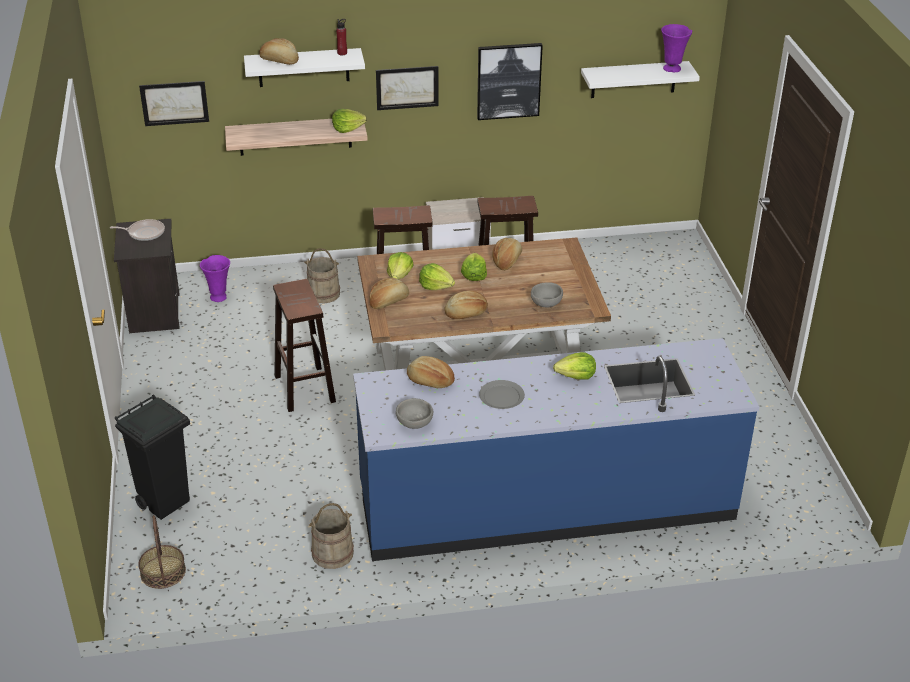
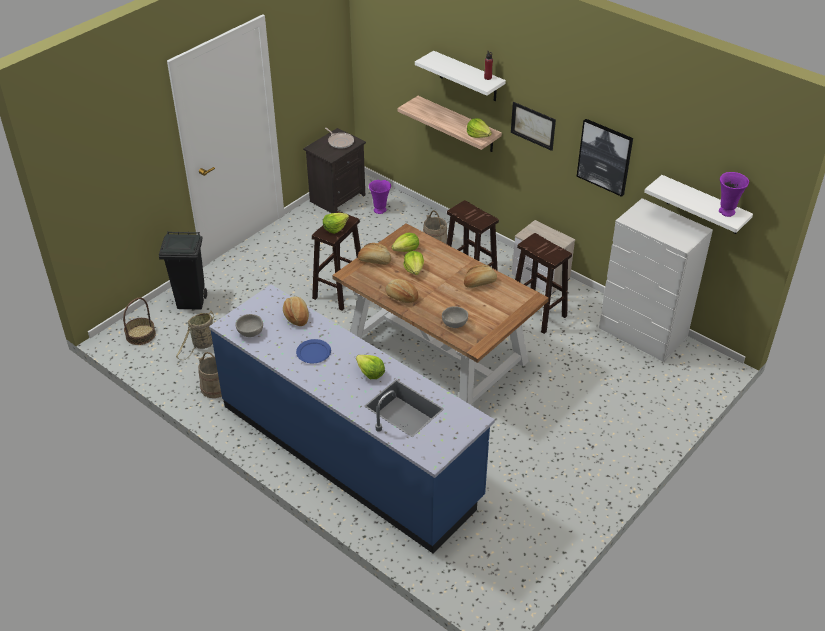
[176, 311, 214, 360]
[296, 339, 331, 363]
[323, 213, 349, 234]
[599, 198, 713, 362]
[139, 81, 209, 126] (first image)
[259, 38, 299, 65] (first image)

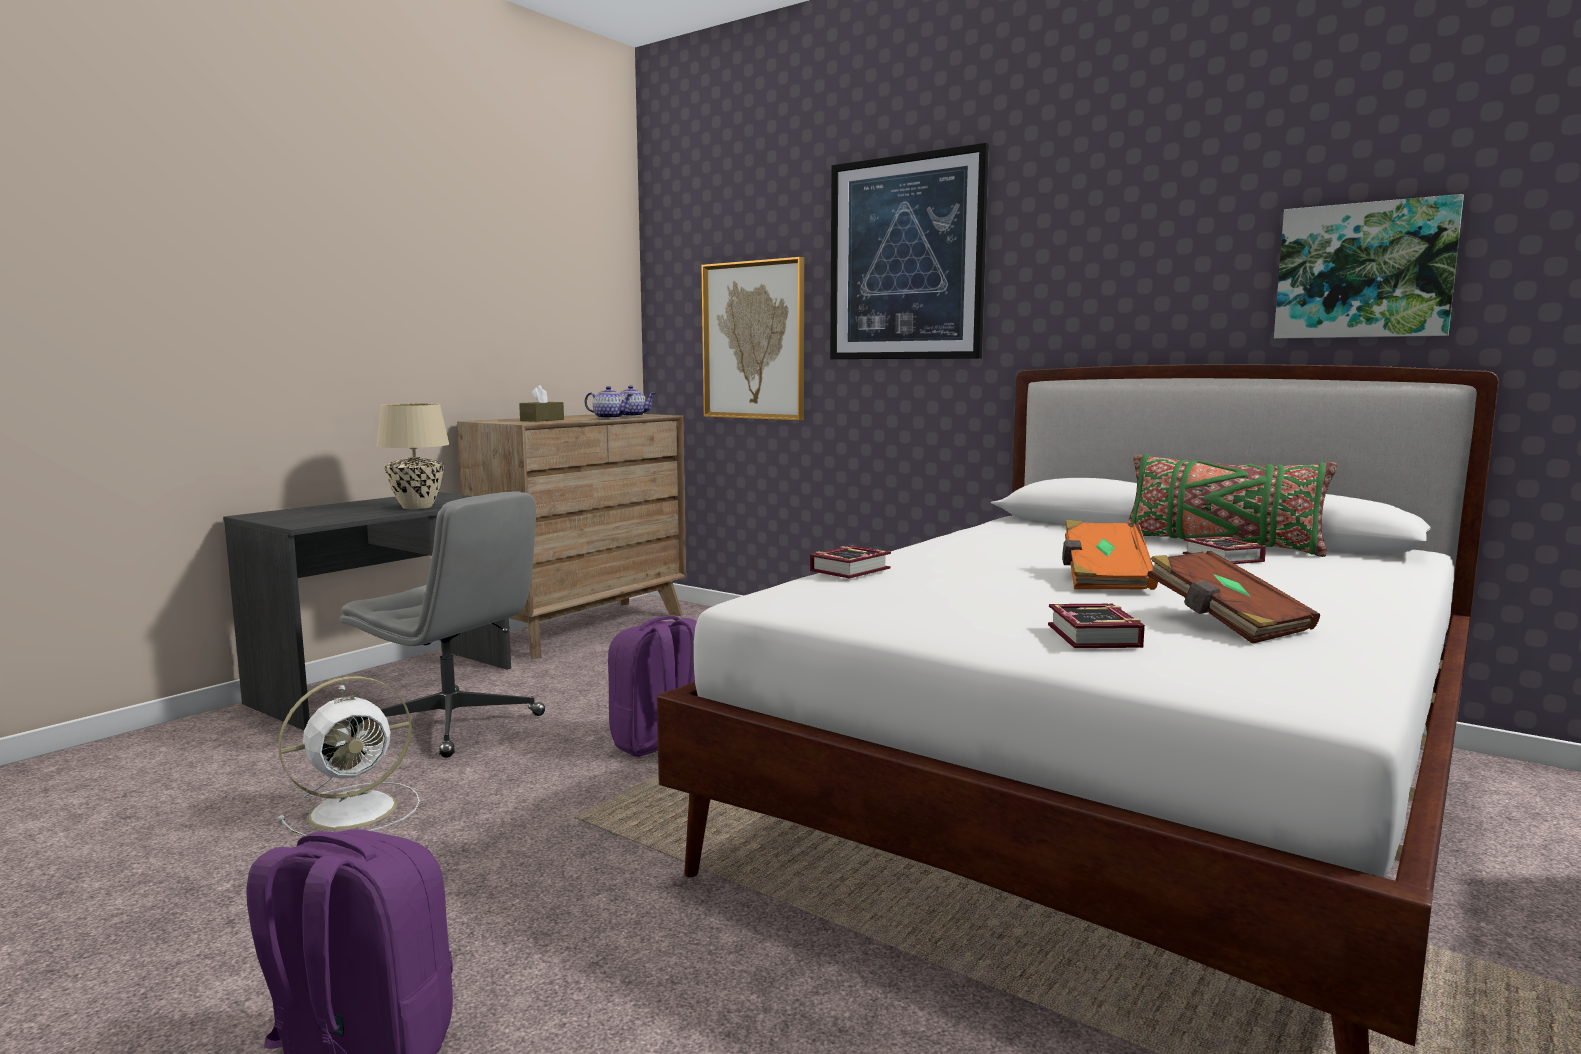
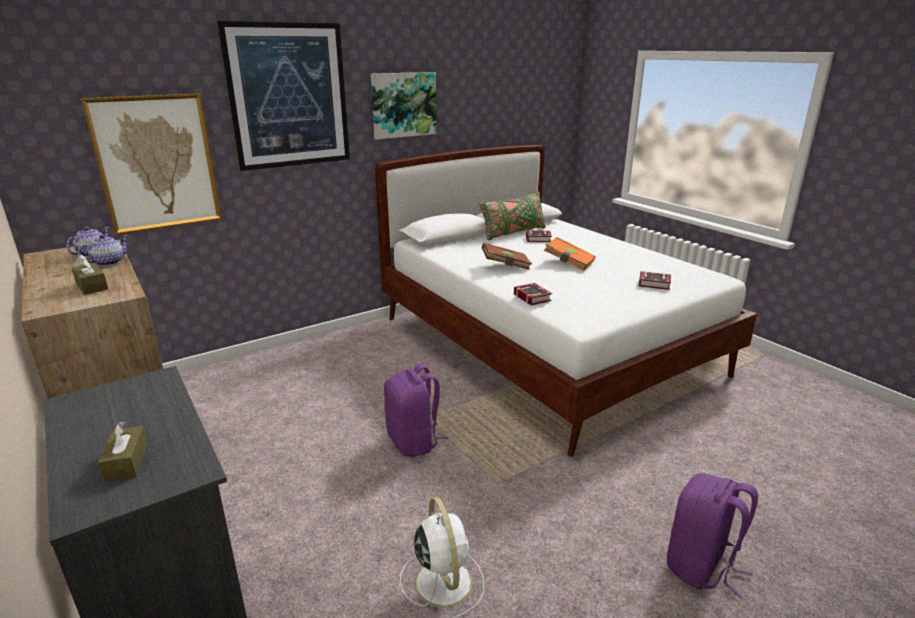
[98, 422, 147, 482]
[371, 72, 437, 139]
[482, 243, 532, 270]
[340, 491, 546, 758] (first image)
[376, 403, 450, 509] (first image)

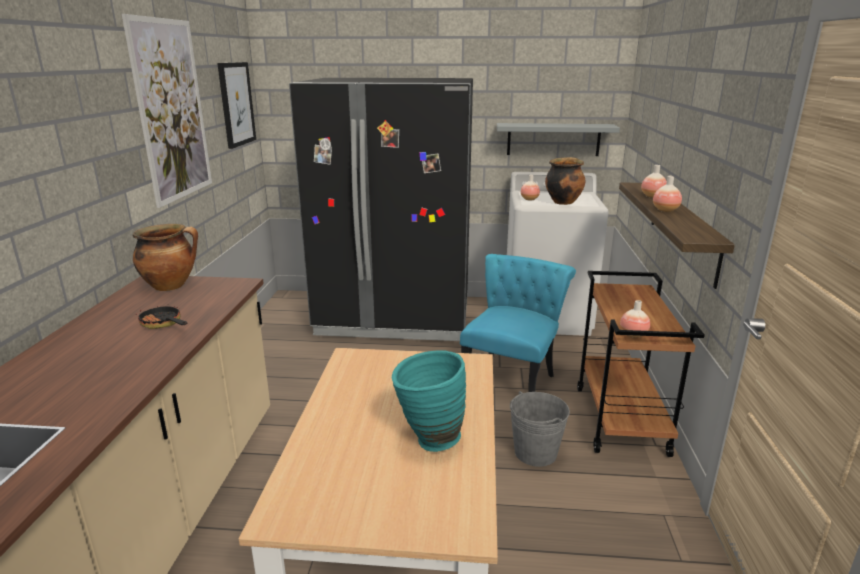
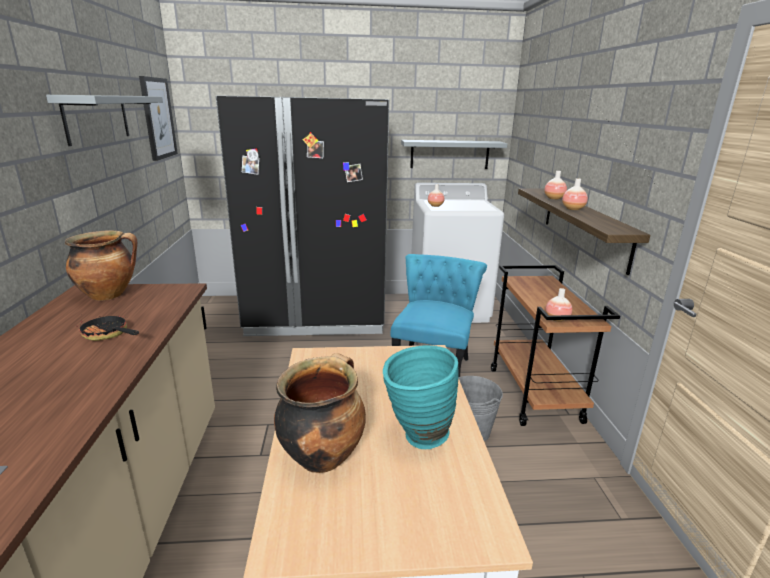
[46, 95, 163, 146]
[274, 353, 366, 473]

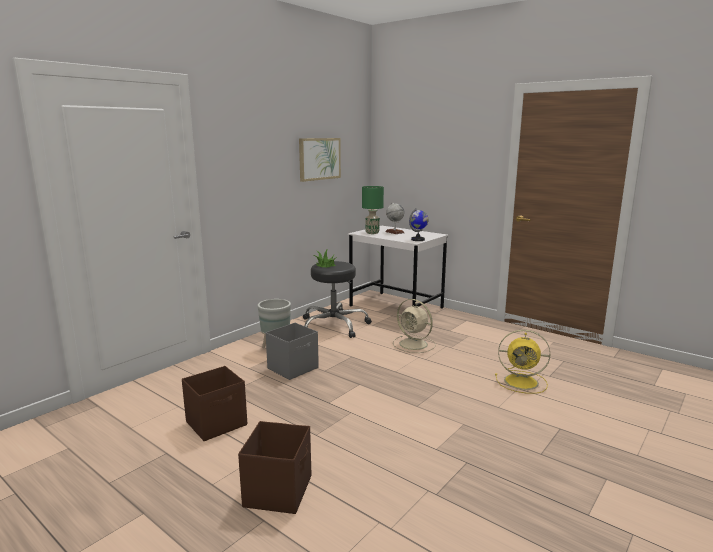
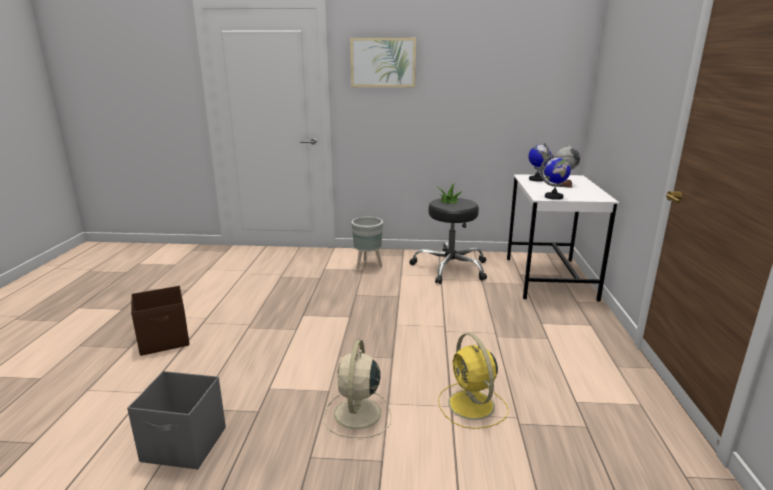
[127, 371, 226, 469]
[324, 340, 392, 438]
[350, 38, 416, 87]
[528, 143, 552, 182]
[182, 366, 247, 441] (first image)

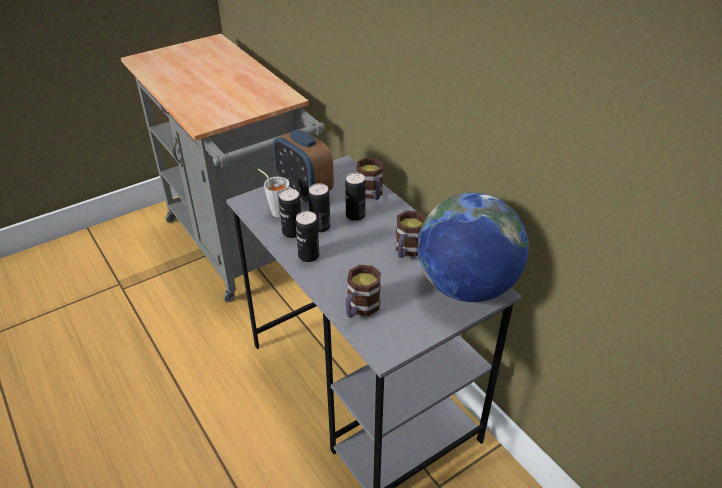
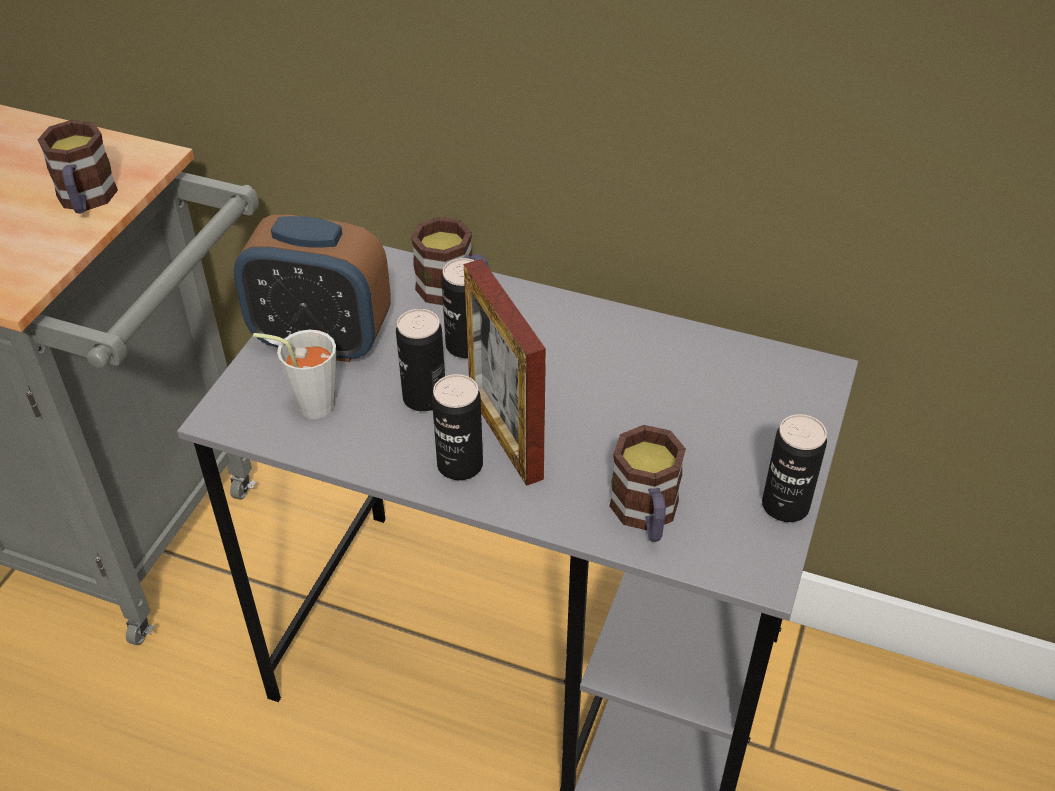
[37, 120, 118, 214]
[464, 259, 546, 486]
[762, 414, 827, 522]
[417, 193, 529, 302] (first image)

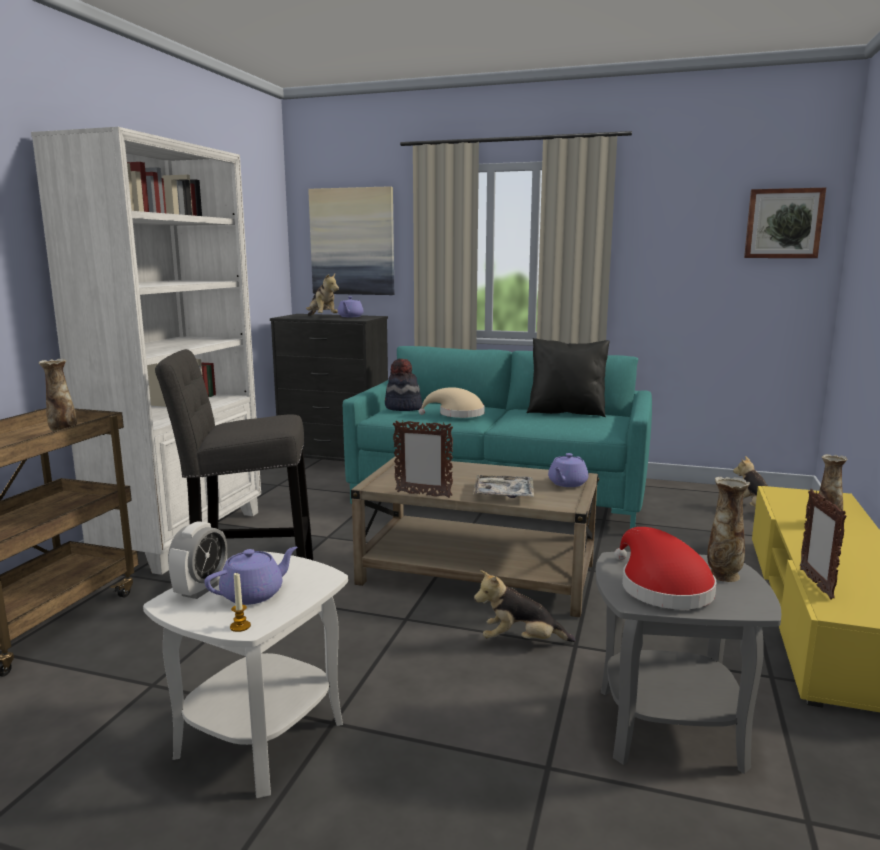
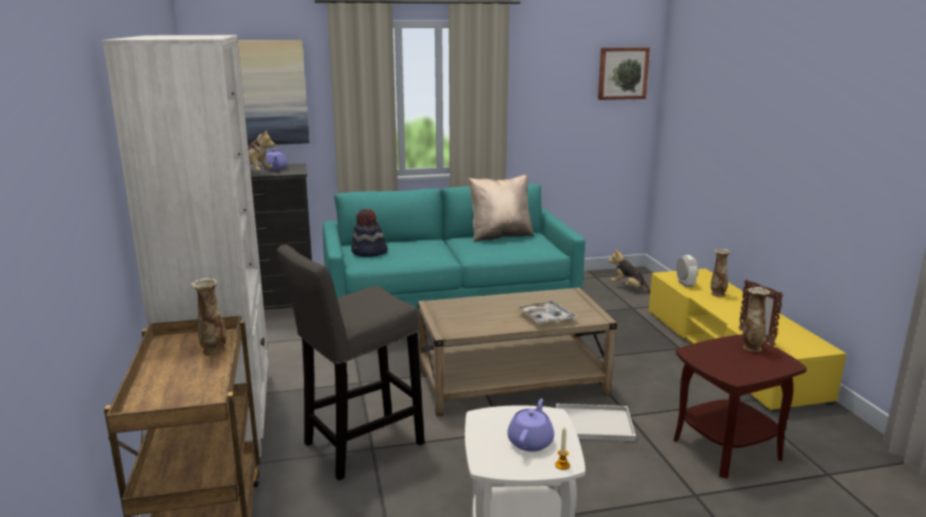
[469, 175, 534, 242]
[556, 403, 636, 441]
[674, 335, 807, 479]
[676, 255, 698, 287]
[393, 420, 453, 498] (first image)
[418, 387, 485, 418] (first image)
[548, 453, 588, 487] (first image)
[614, 527, 717, 609] (first image)

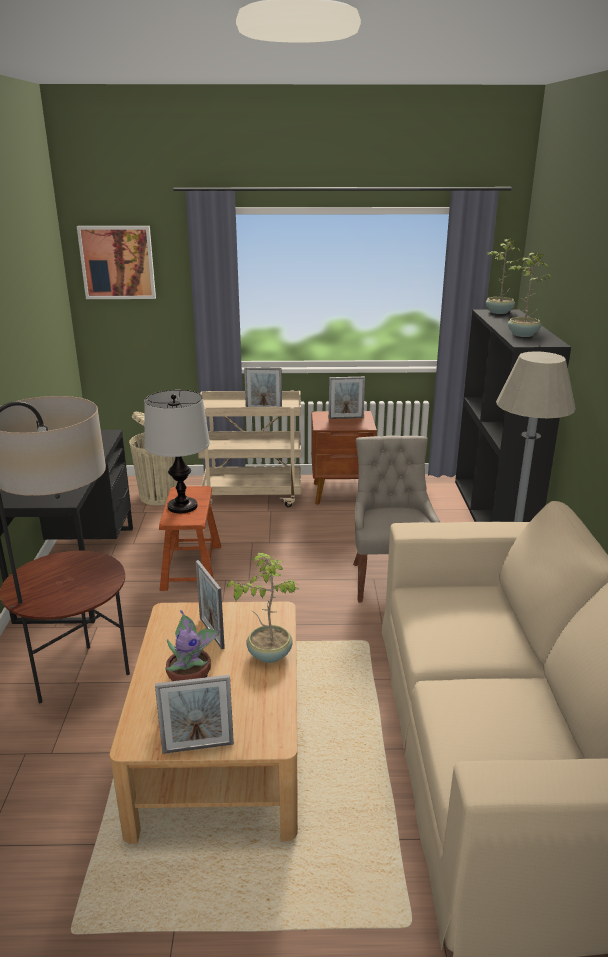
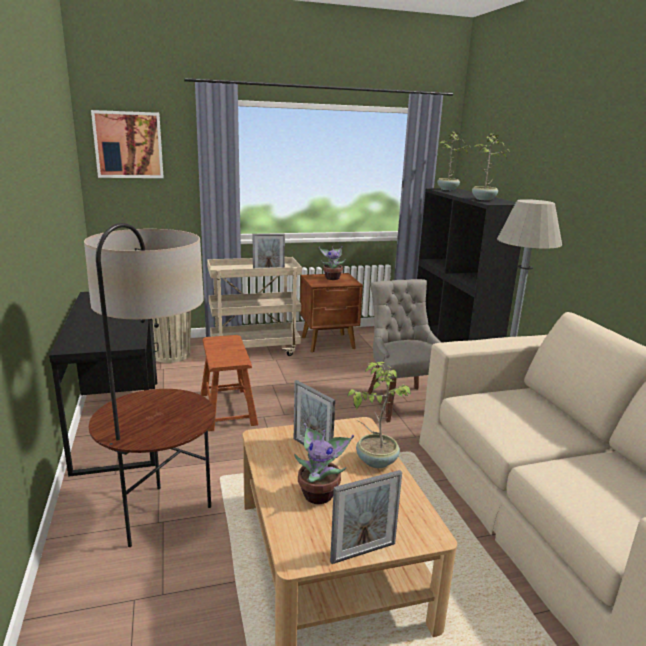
[319, 245, 345, 280]
[144, 390, 210, 513] (first image)

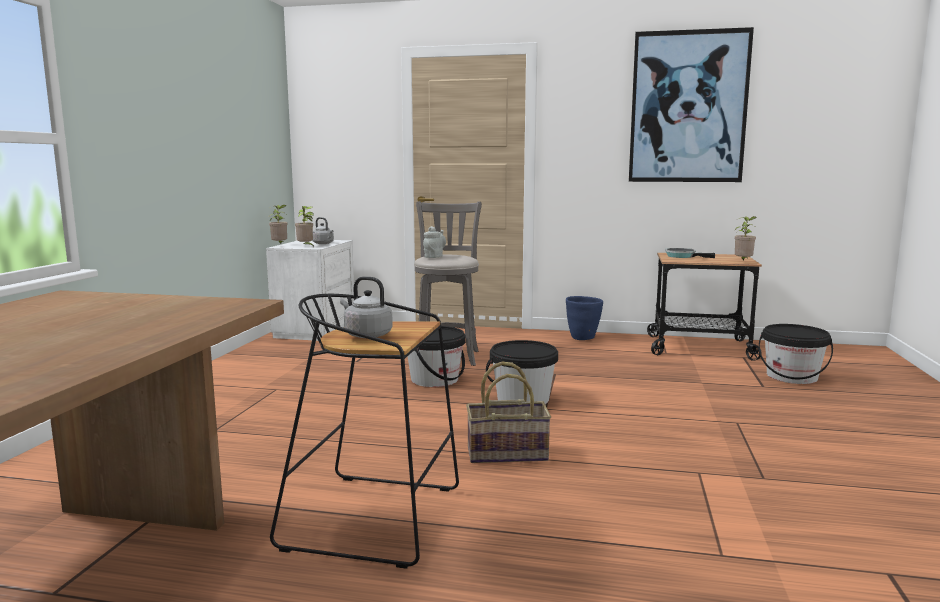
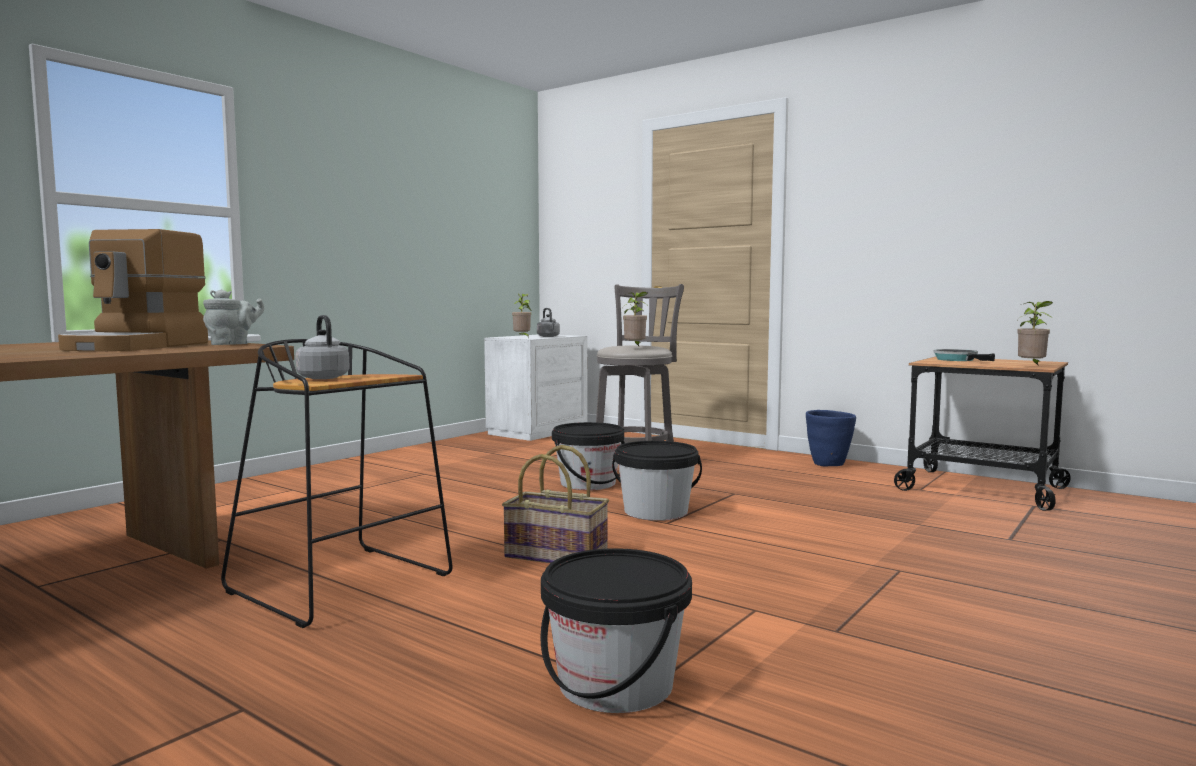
[58, 229, 208, 351]
[203, 289, 264, 345]
[541, 548, 692, 713]
[623, 292, 647, 346]
[629, 27, 754, 182] (first image)

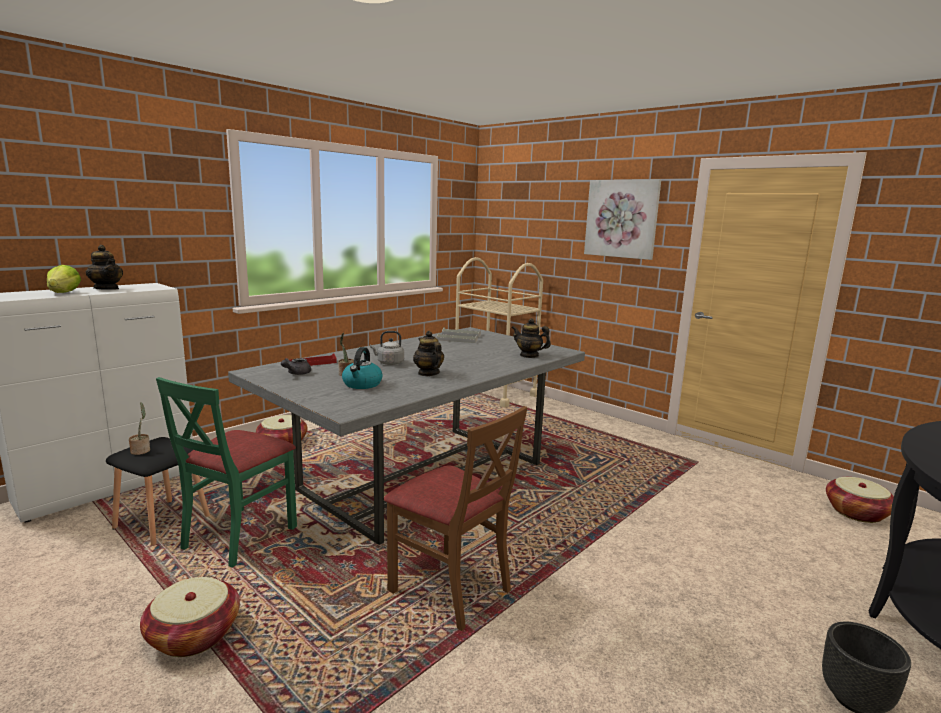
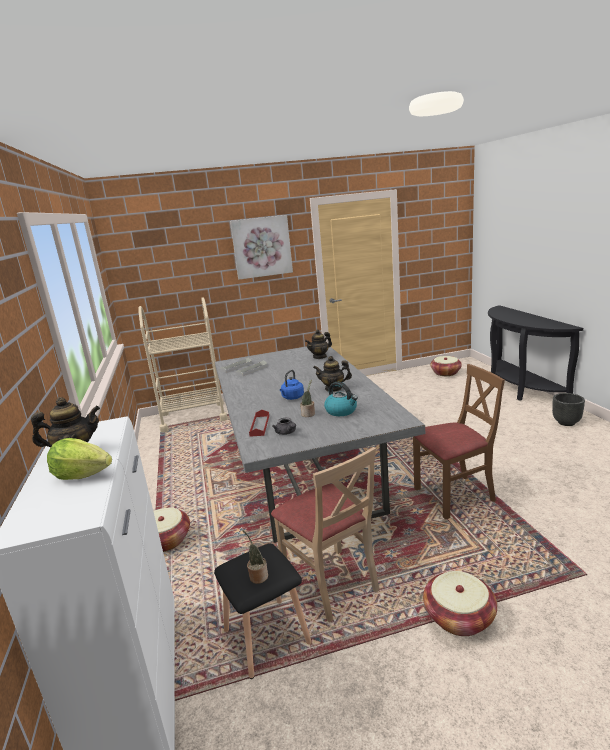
[271, 447, 379, 622]
[280, 370, 304, 400]

